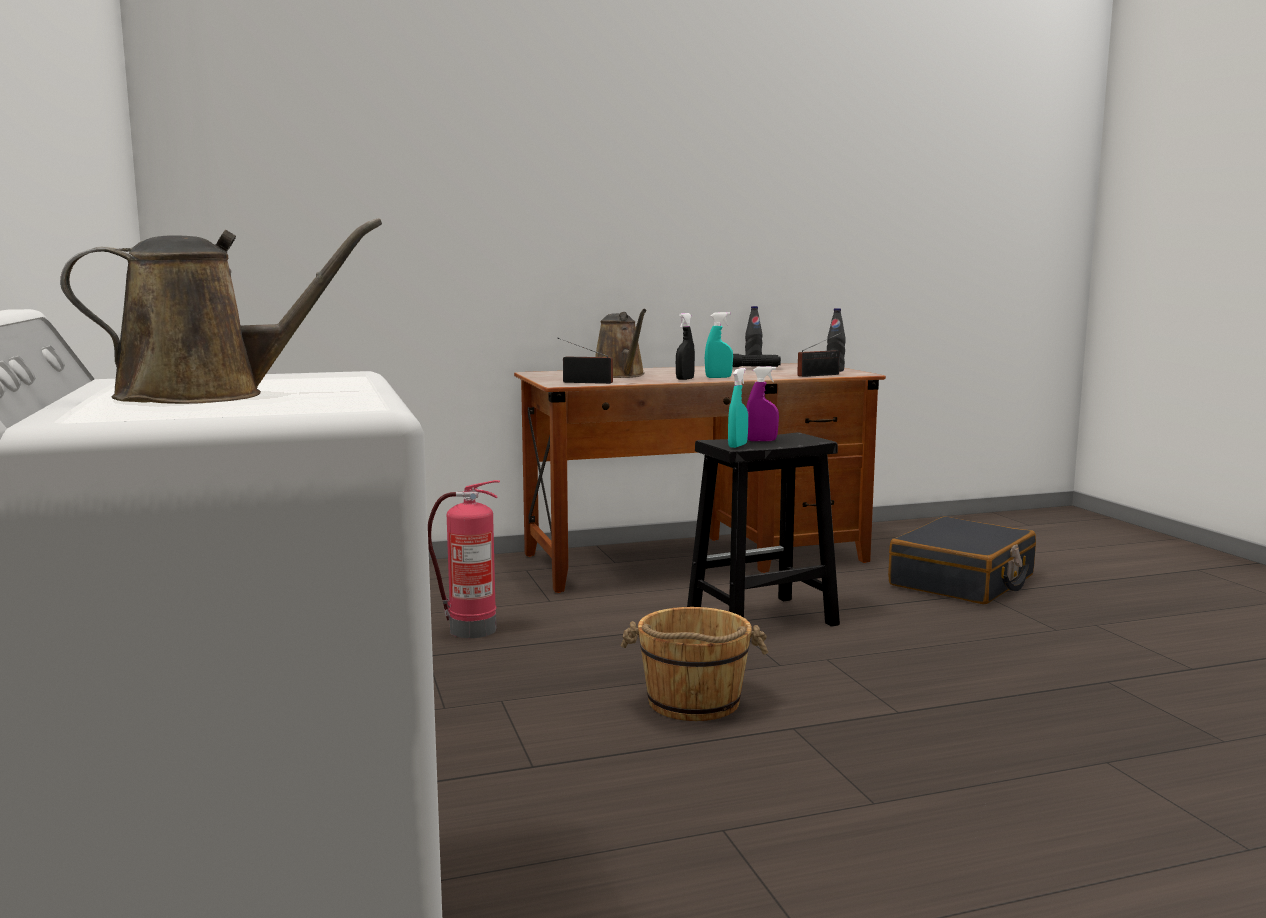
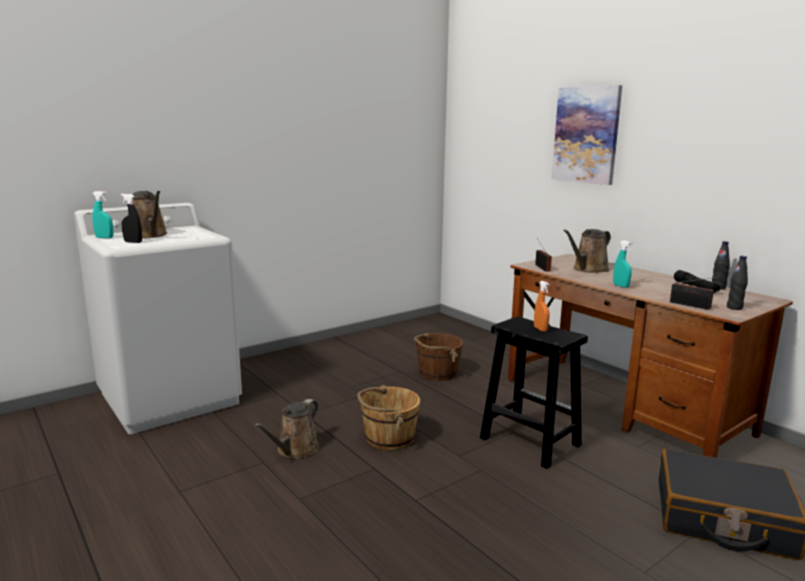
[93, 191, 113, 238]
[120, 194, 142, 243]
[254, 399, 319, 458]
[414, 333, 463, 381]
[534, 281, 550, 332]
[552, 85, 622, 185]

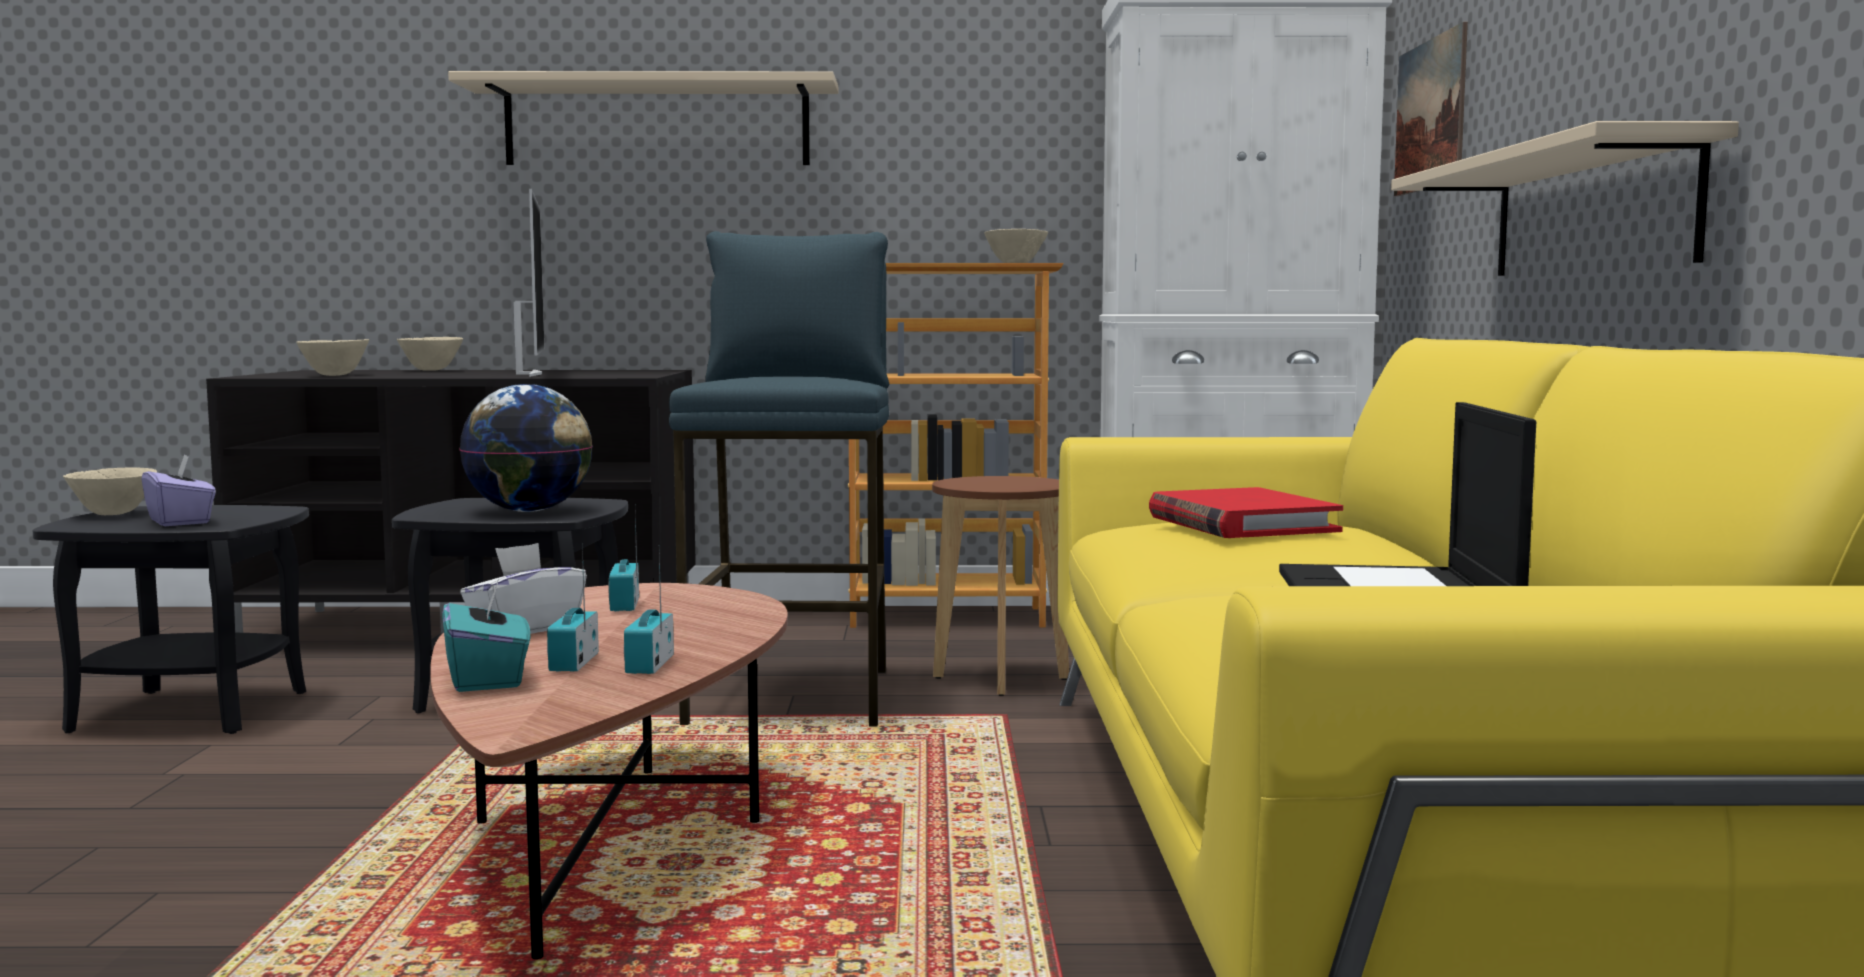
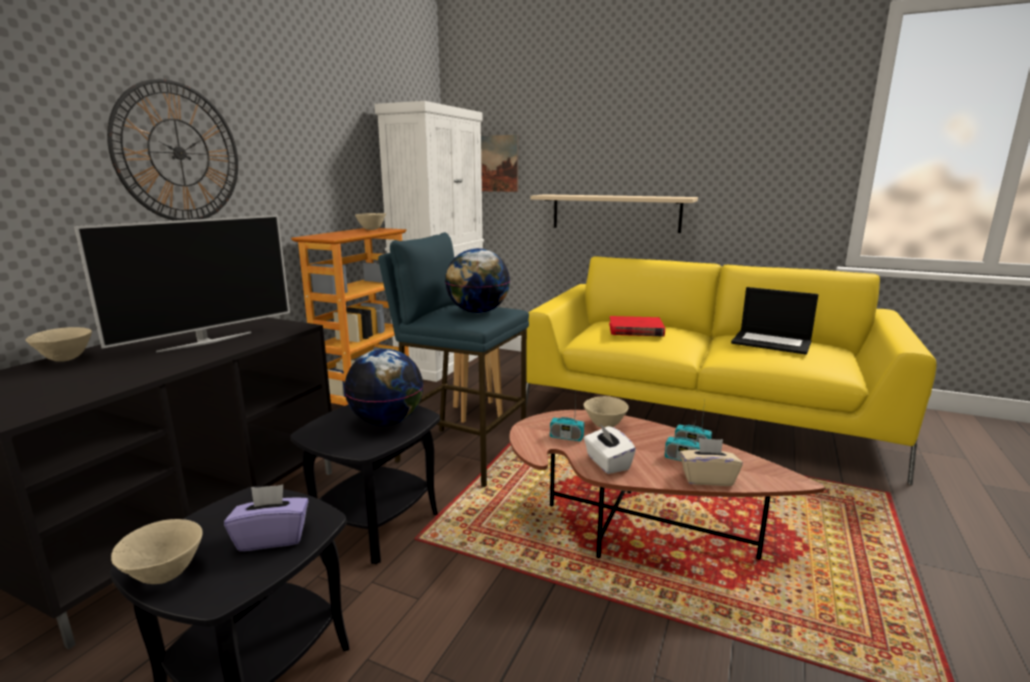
[74, 215, 290, 353]
[107, 79, 238, 221]
[445, 248, 510, 313]
[584, 396, 629, 428]
[680, 438, 743, 486]

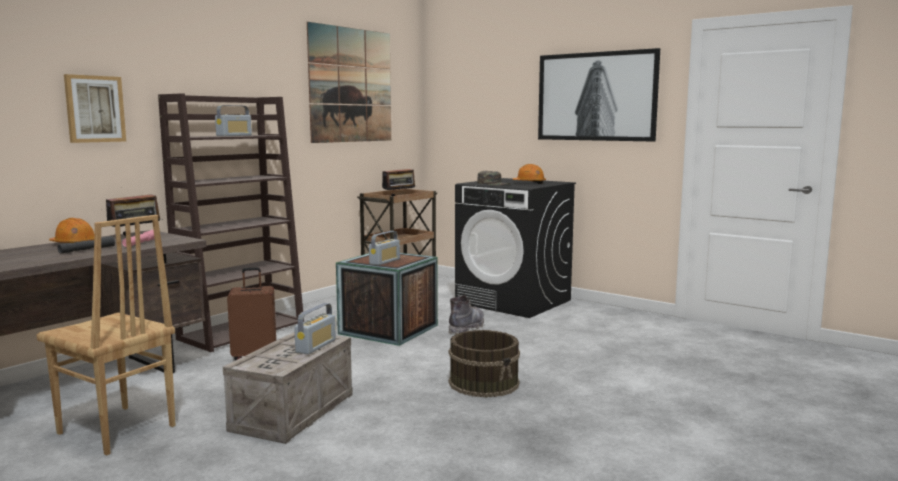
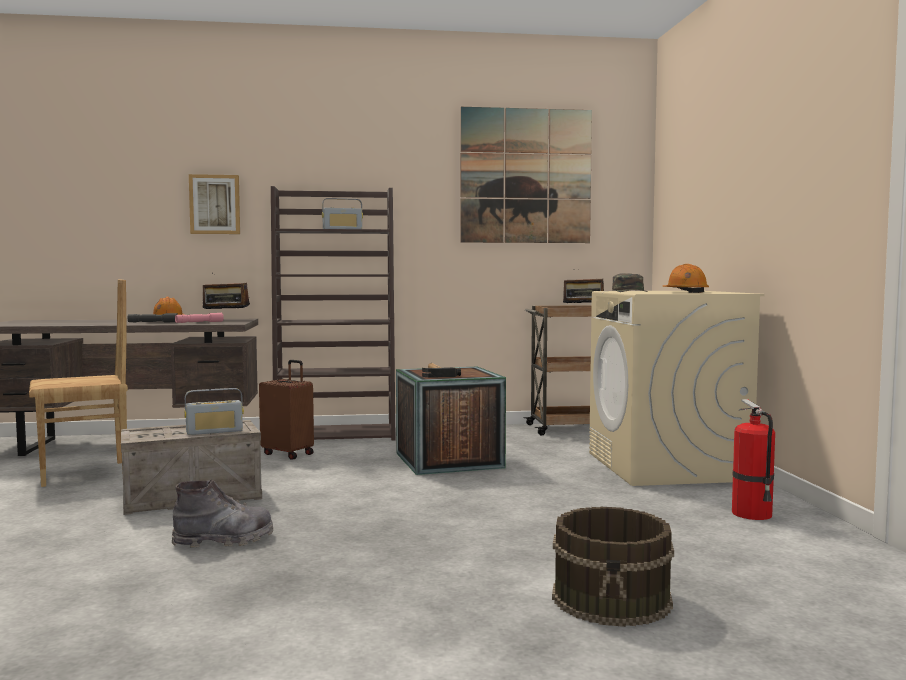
[29, 279, 128, 487]
[171, 480, 273, 548]
[422, 363, 461, 377]
[552, 507, 674, 627]
[589, 291, 764, 486]
[732, 399, 775, 520]
[538, 48, 660, 142] (first image)

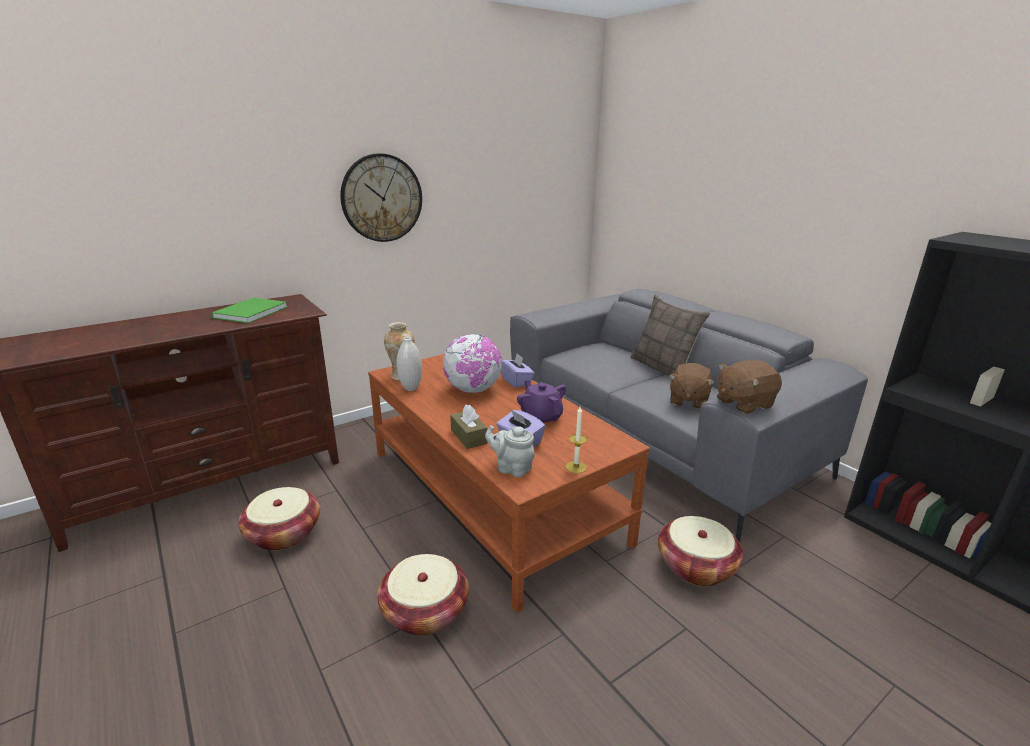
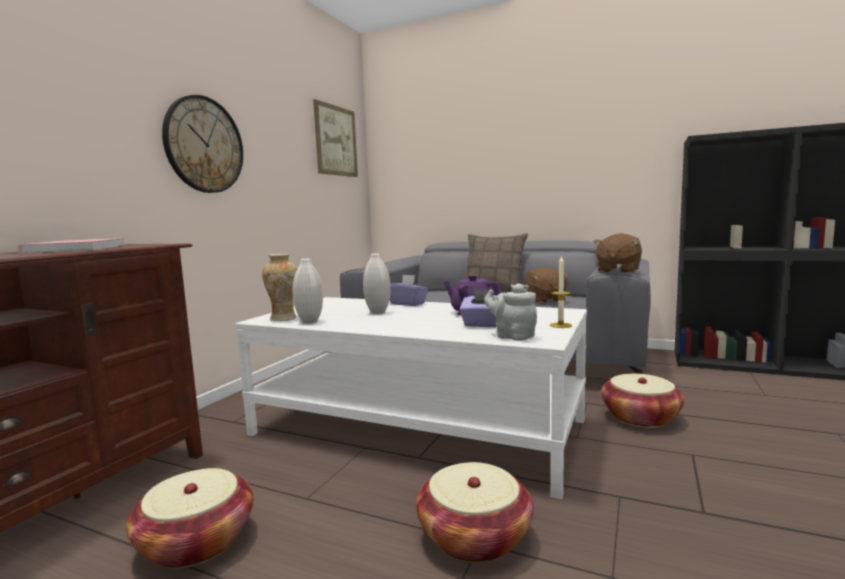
[18, 238, 125, 253]
[235, 297, 587, 499]
[313, 99, 358, 177]
[363, 253, 391, 314]
[484, 283, 537, 341]
[450, 405, 488, 449] (first image)

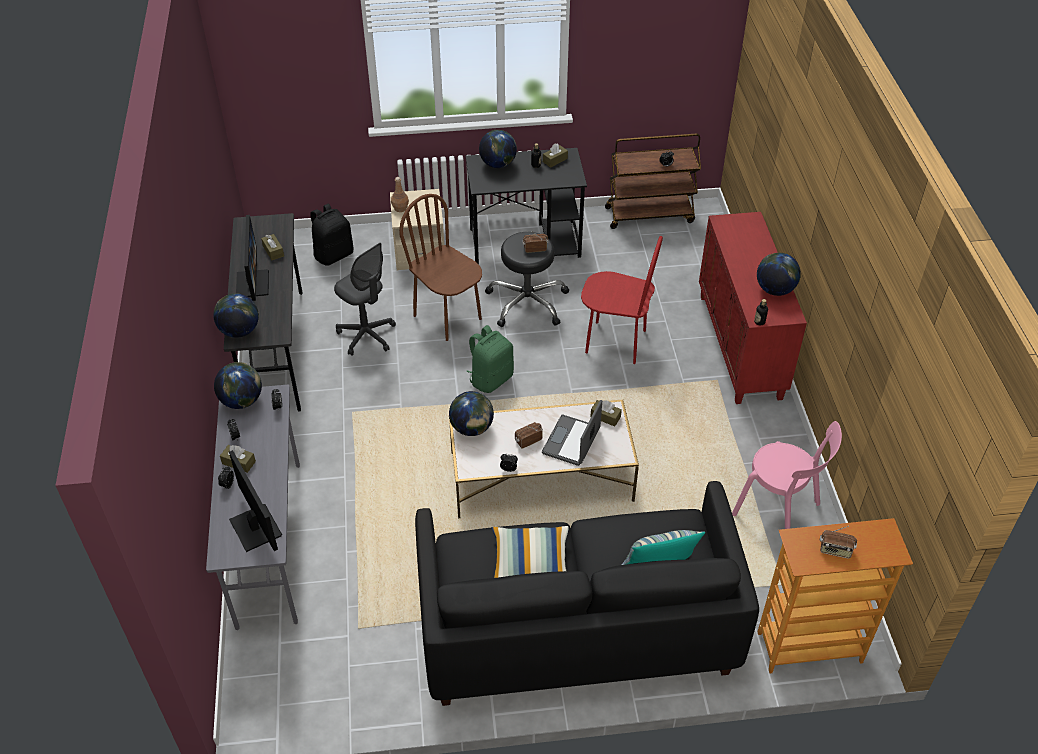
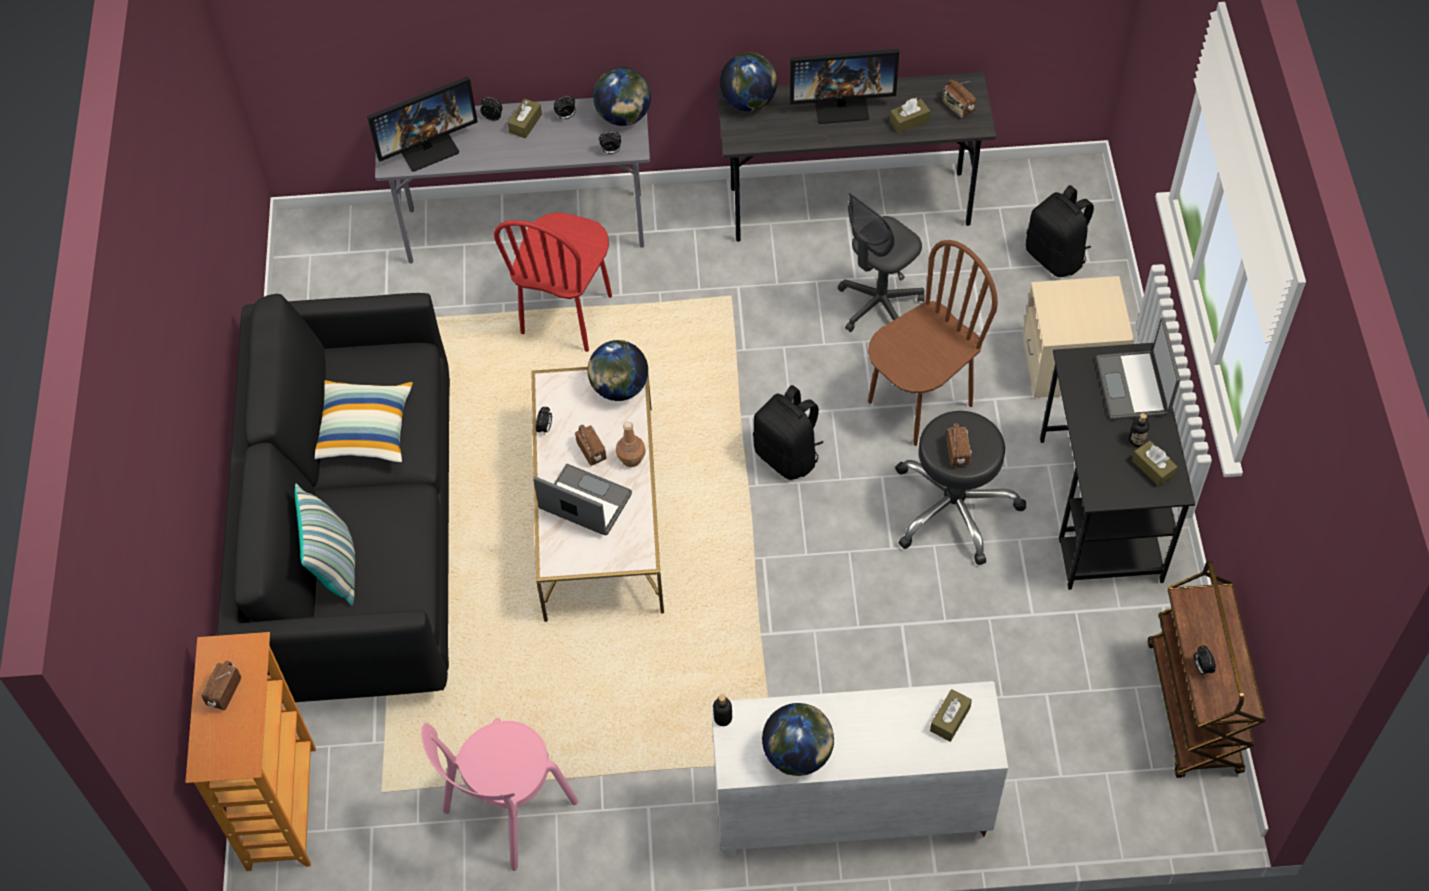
[494, 212, 612, 352]
[616, 421, 646, 467]
[711, 681, 1008, 856]
[753, 385, 824, 480]
[930, 689, 972, 742]
[942, 80, 976, 118]
[1096, 318, 1180, 420]

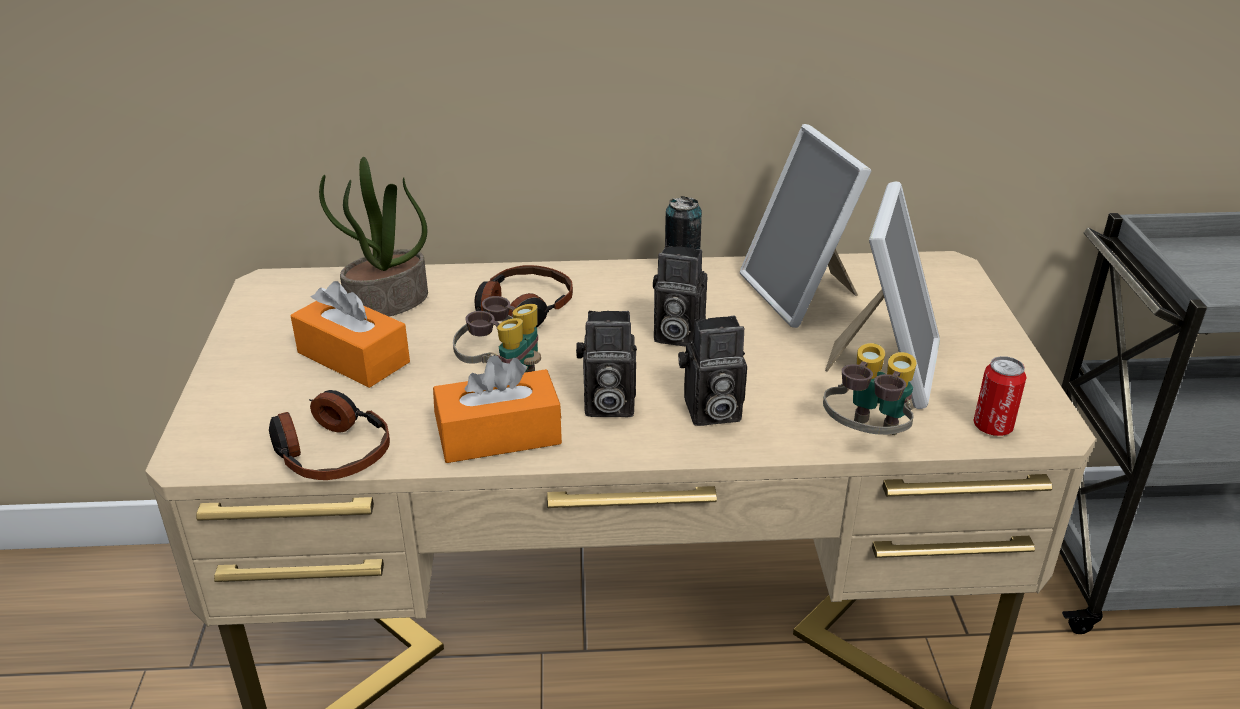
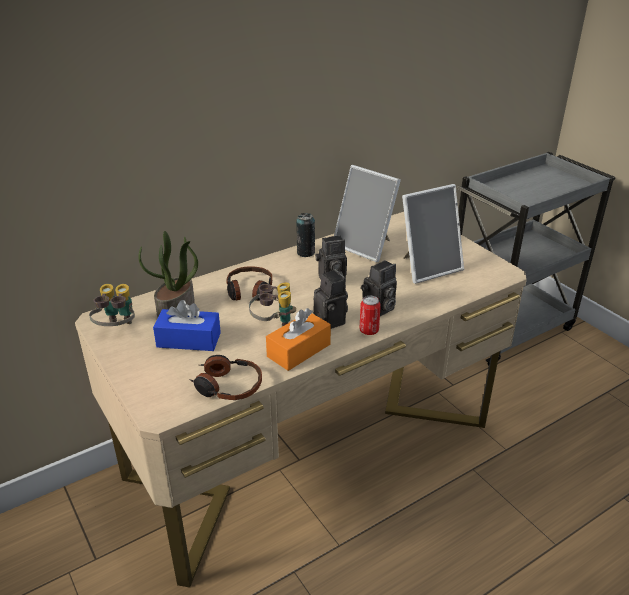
[89, 284, 135, 326]
[153, 300, 221, 351]
[313, 268, 348, 329]
[359, 296, 381, 335]
[402, 184, 464, 284]

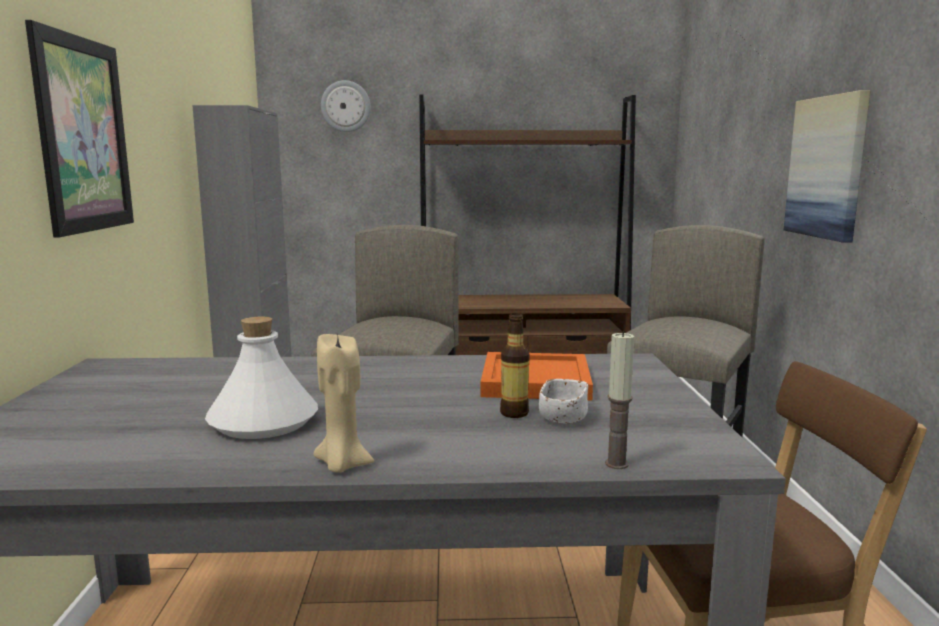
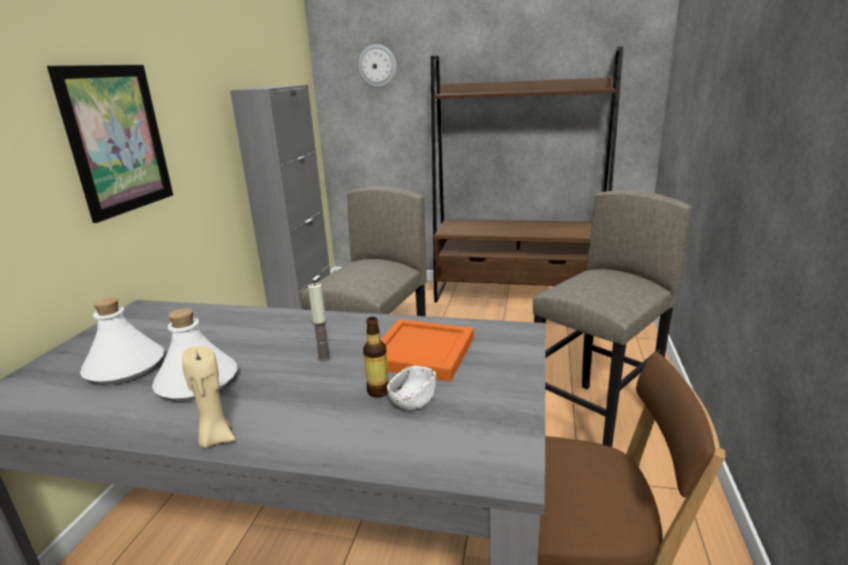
[80, 298, 164, 384]
[308, 283, 331, 362]
[783, 90, 871, 242] (first image)

